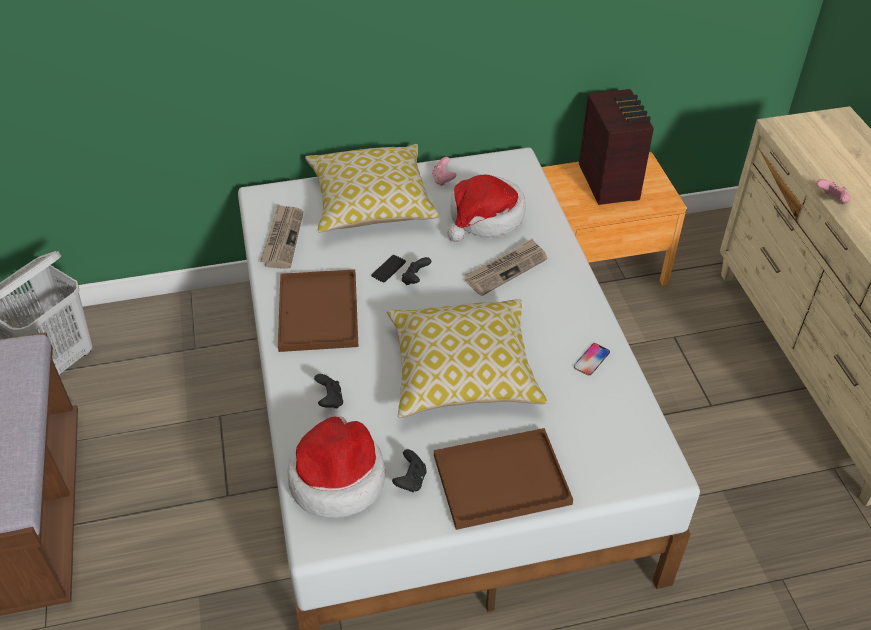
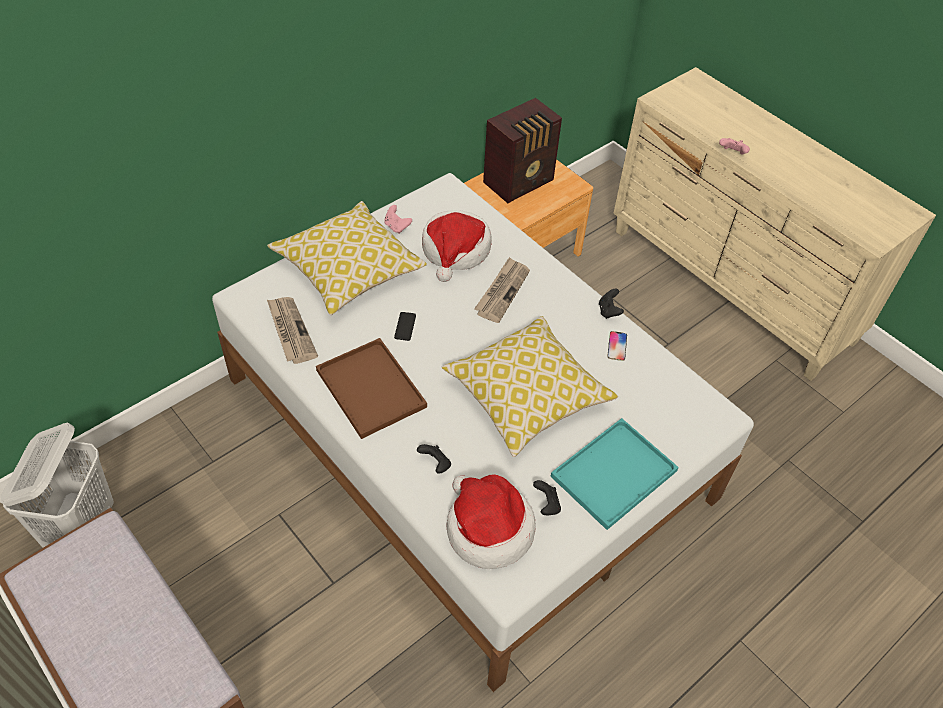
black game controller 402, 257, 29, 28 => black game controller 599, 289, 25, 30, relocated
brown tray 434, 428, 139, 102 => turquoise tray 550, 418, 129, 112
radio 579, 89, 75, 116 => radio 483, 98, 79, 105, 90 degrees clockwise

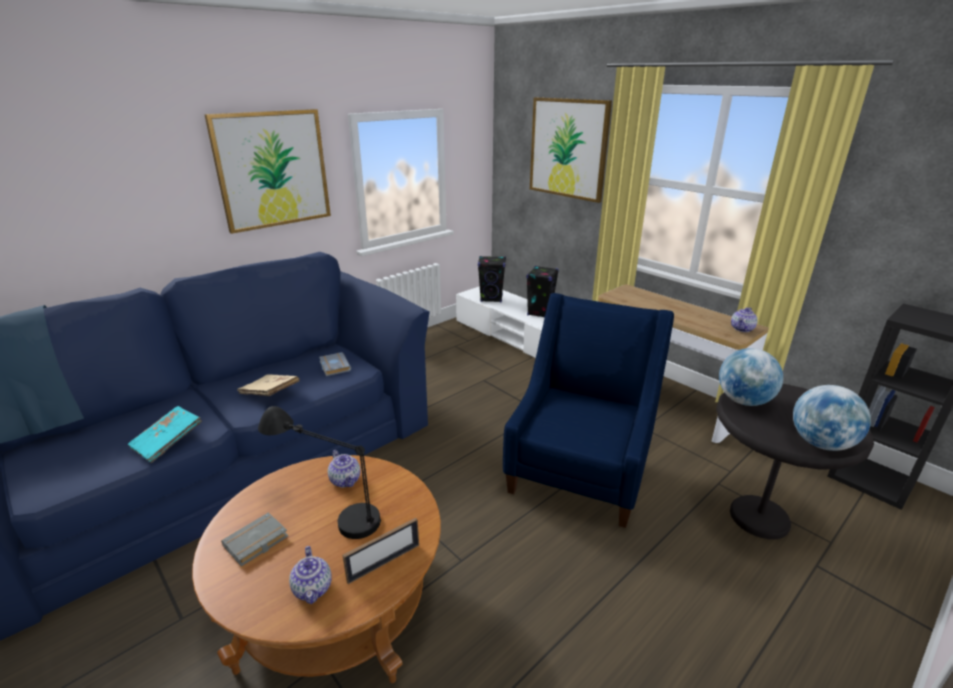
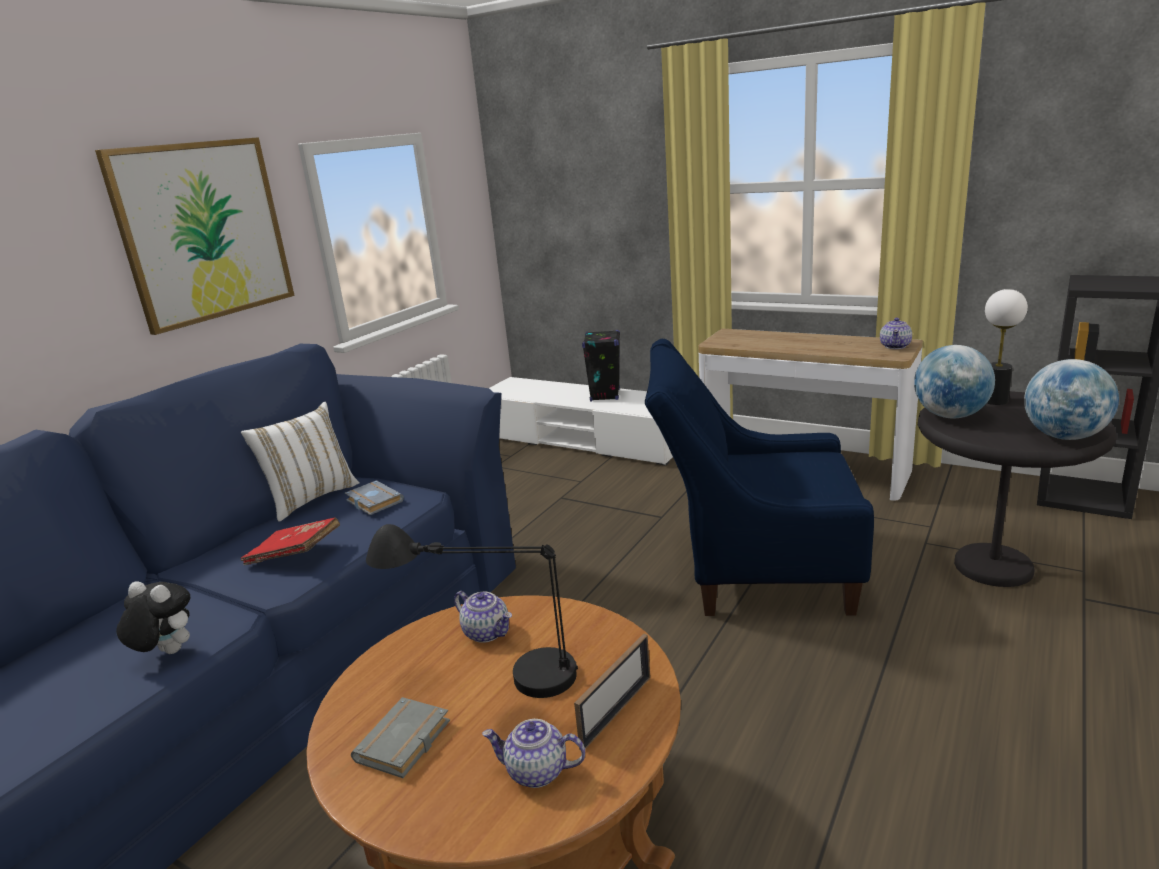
turquoise book 128, 406, 74, 57 => plush toy 116, 582, 75, 72
beige book 237, 375, 63, 21 => red book 241, 518, 99, 47
teapot 289, 546, 43, 58 => teapot 482, 719, 103, 69, 135 degrees clockwise
black speaker 478, 256, 28, 46 => nothing
blue armchair 503, 293, 171, 235 => blue armchair 645, 339, 229, 277, 90 degrees counterclockwise
picture 530, 97, 82, 106 => nothing
nothing => white pillow 241, 402, 118, 119
nothing => table lamp 985, 289, 43, 116

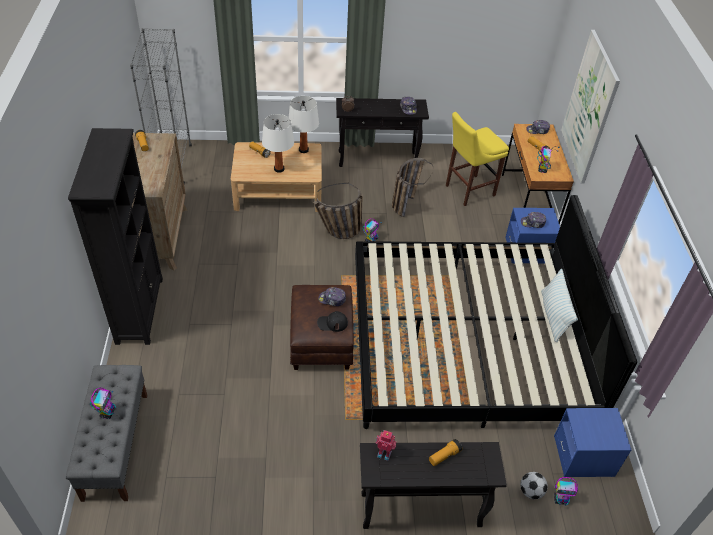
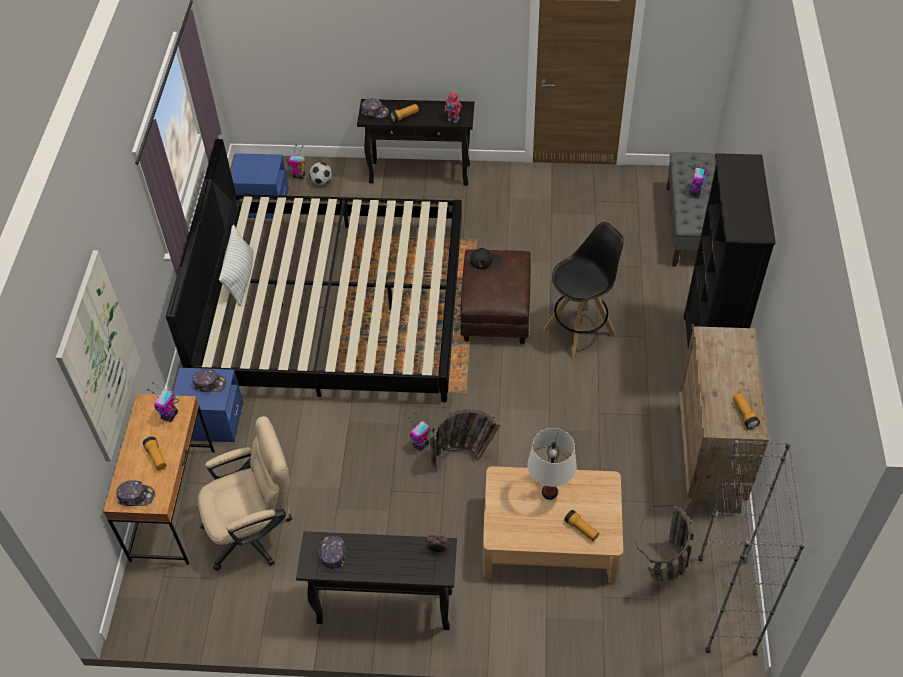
white table lamp 289, 96, 30, 57 => nothing
cap 318, 287, 28, 19 => cap 361, 98, 28, 20, relocated
basket 392, 158, 41, 59 => basket 636, 505, 58, 76, relocated
yellow stool 446, 112, 63, 94 => beige office chair 198, 416, 94, 155
nothing => black stool 543, 222, 81, 138

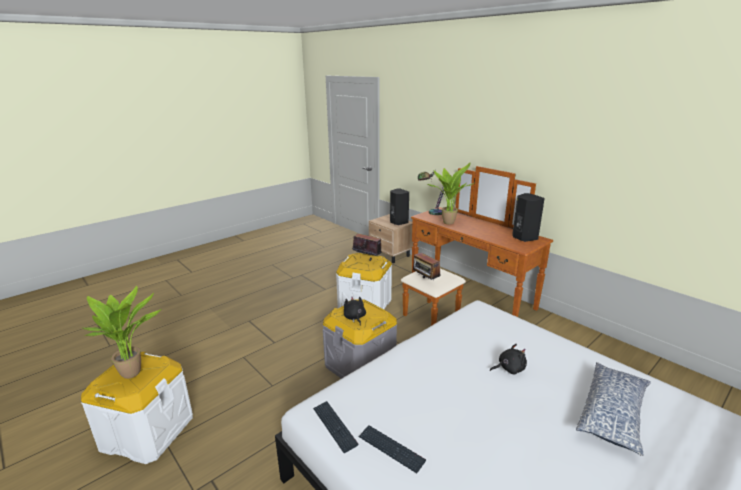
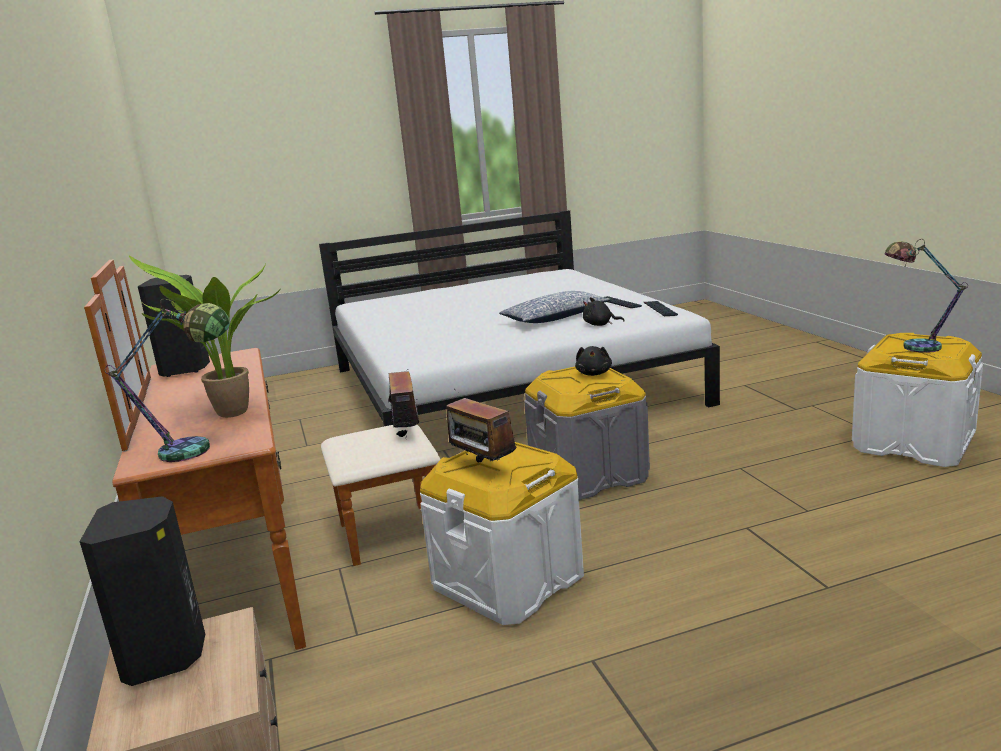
potted plant 81, 286, 80, 93 => table lamp 885, 239, 83, 114
black plush toy 490, 344, 37, 31 => black plush toy 583, 297, 42, 29, relocated
pillow 576, 362, 75, 94 => pillow 499, 291, 112, 32, relocated

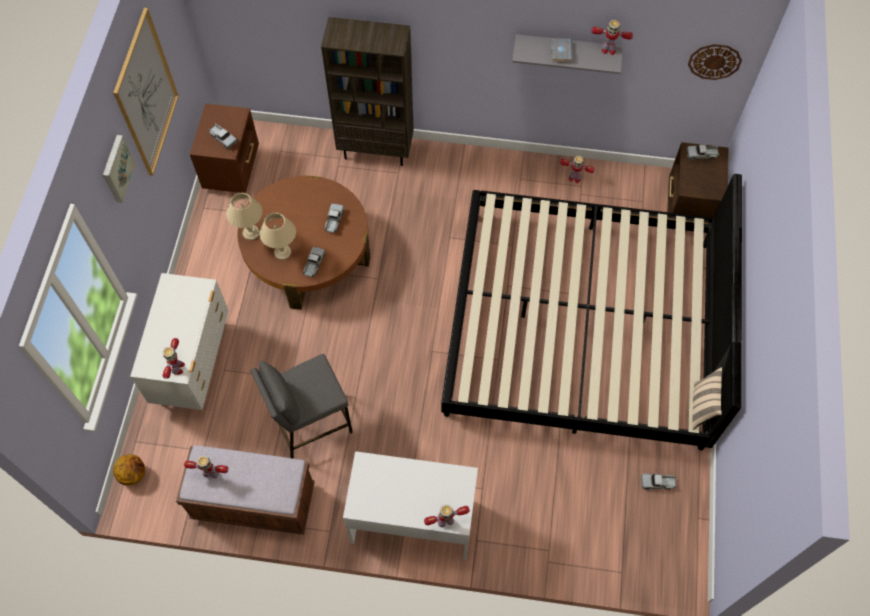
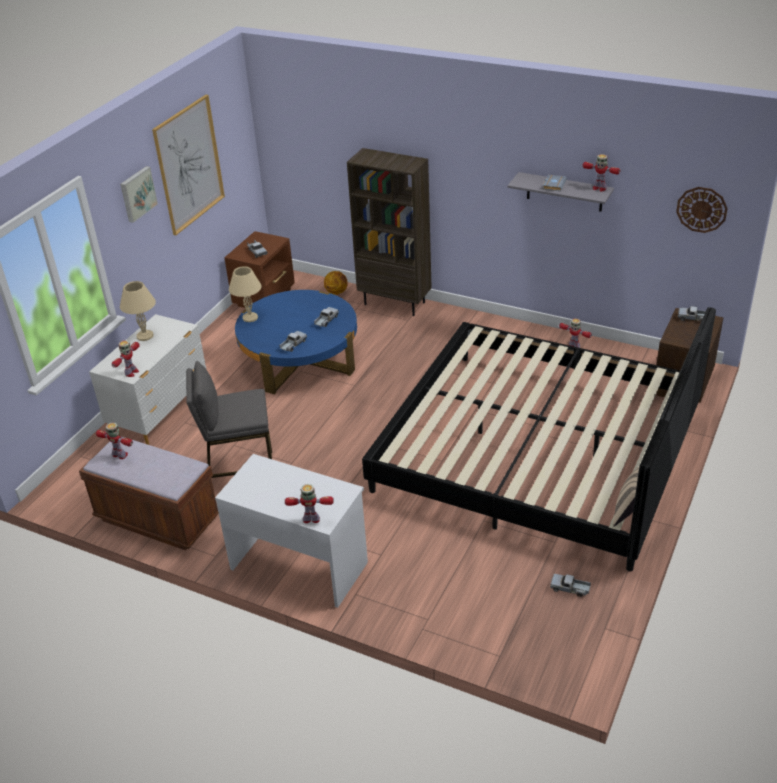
basketball 113, 454, 32, 32 => basketball 324, 271, 24, 24, relocated
brown coffee table 237, 176, 133, 134 => blue coffee table 235, 290, 122, 104
beige table lamp 259, 212, 37, 48 => beige table lamp 120, 281, 36, 60, relocated

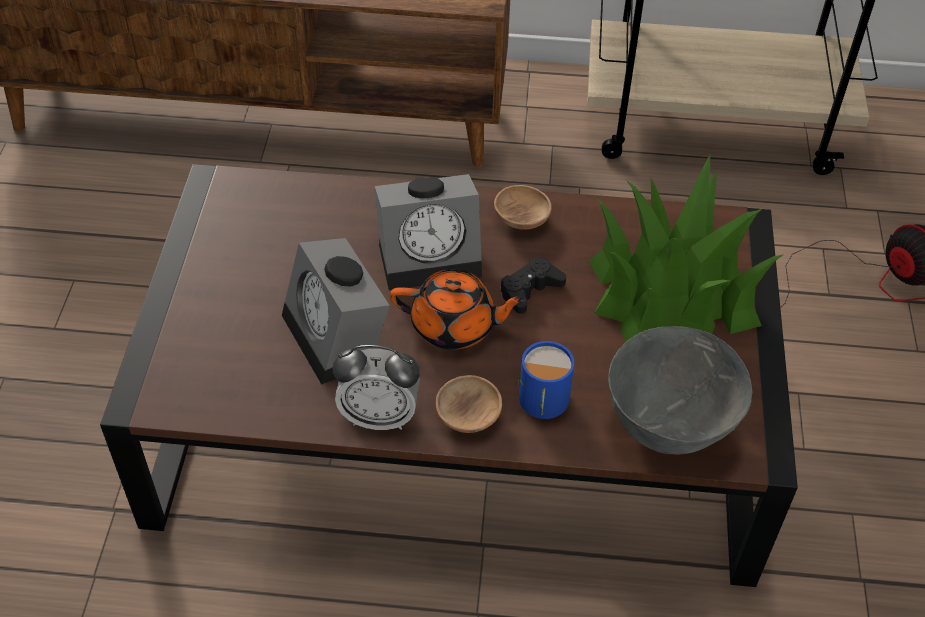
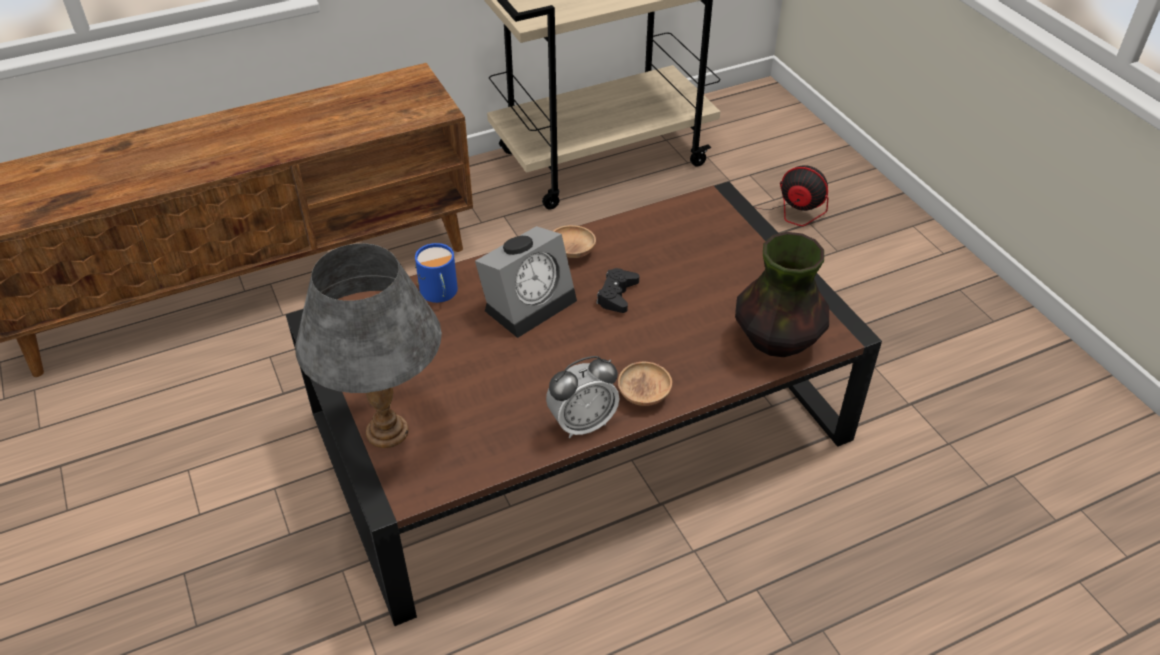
alarm clock 282, 238, 108, 147 => nothing
orange teapot 390, 269, 137, 81 => nothing
blue mug 518, 341, 56, 78 => blue mug 415, 243, 43, 60, relocated
potted plant 589, 155, 194, 187 => nothing
grey bowl 608, 326, 144, 128 => vase 735, 232, 94, 125
nothing => grey table lamp 295, 243, 147, 205

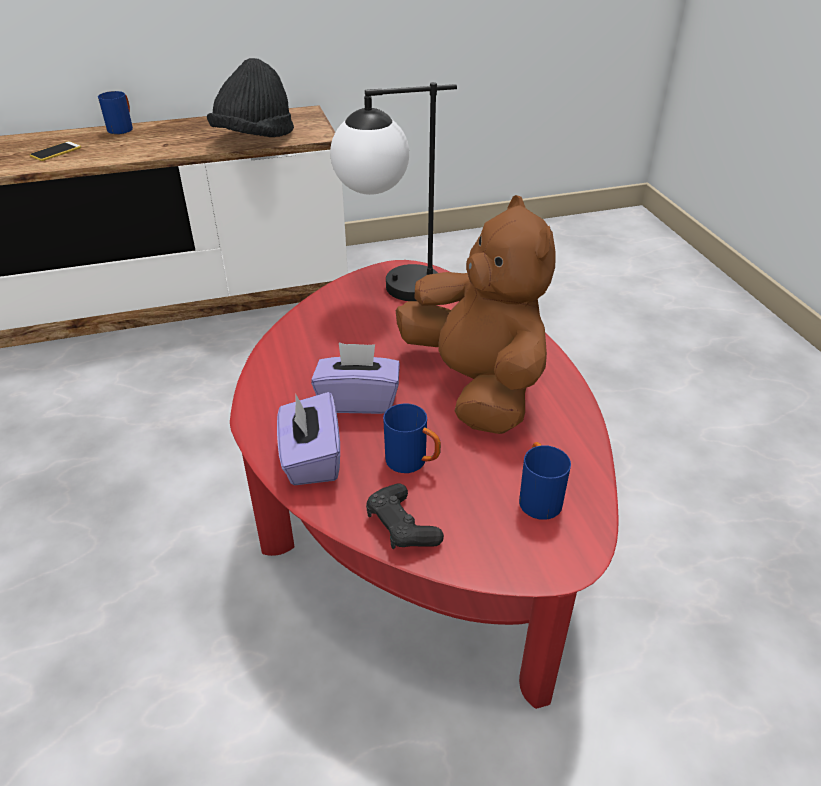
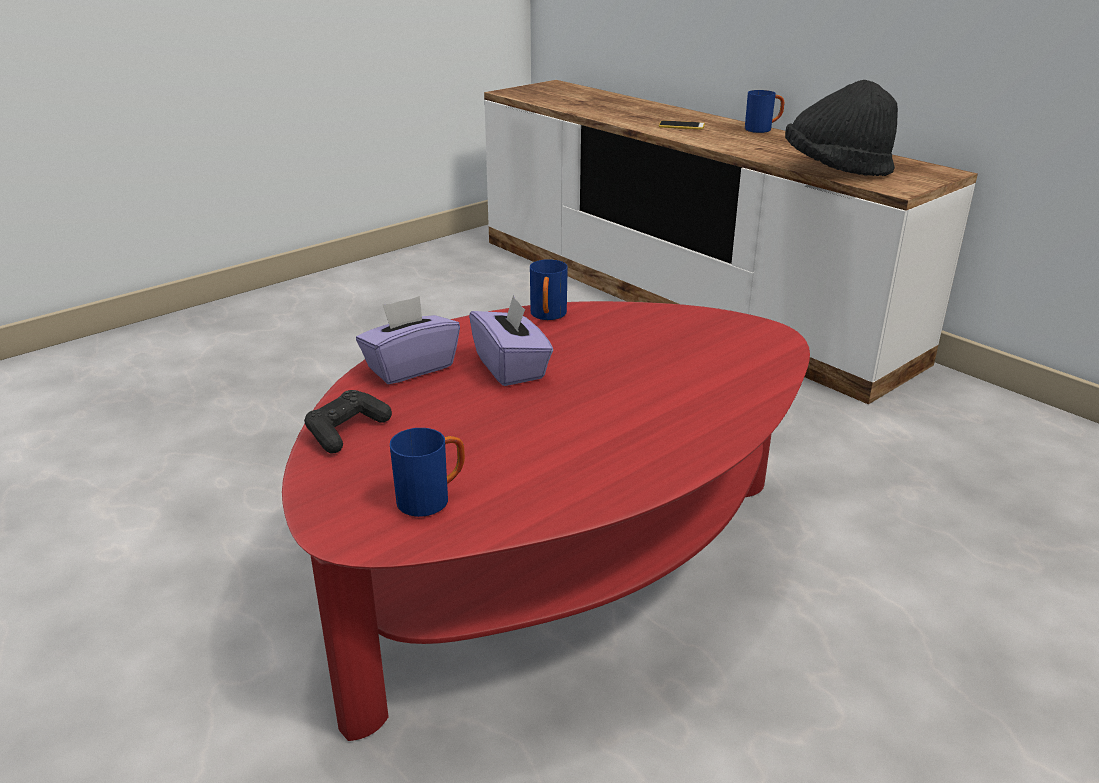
table lamp 330, 82, 127, 219 => nothing
blue mug 383, 404, 58, 69 => blue mug 530, 259, 38, 61, relocated
brown plush toy 396, 195, 160, 239 => nothing

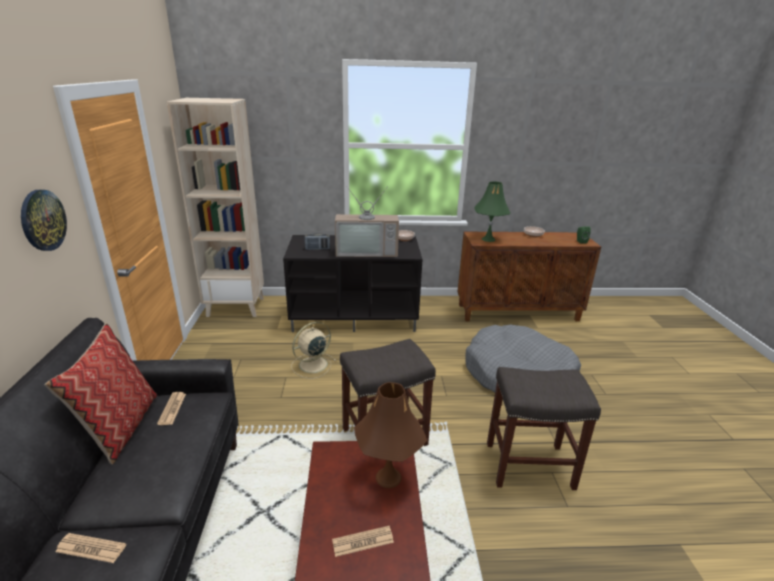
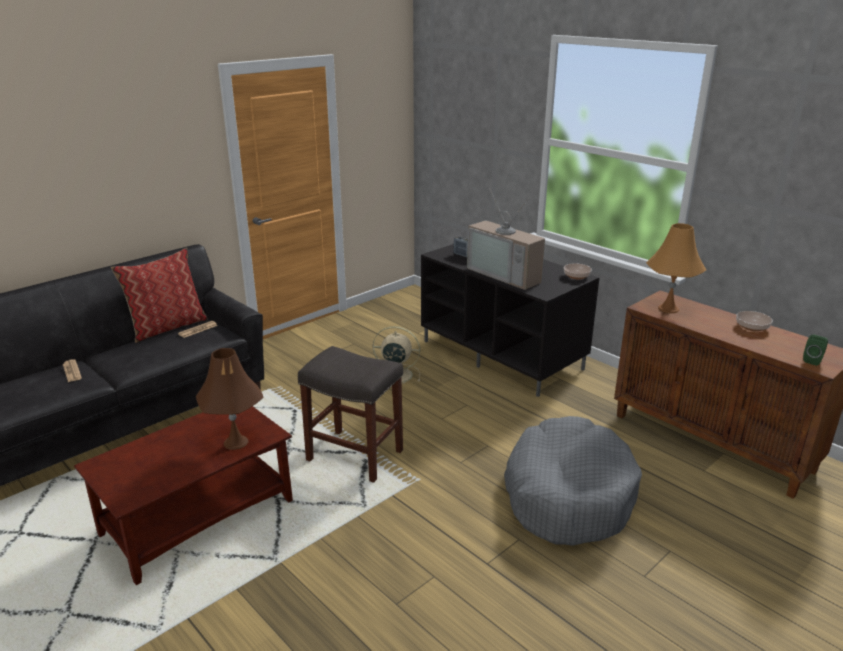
wall clock 21, 190, 46, 61 => nothing
beige bookcase 167, 98, 97, 219 => nothing
newspaper 332, 526, 62, 31 => nothing
green table lamp 474, 181, 37, 61 => orange table lamp 646, 223, 60, 90
grey stool 487, 367, 114, 123 => nothing

